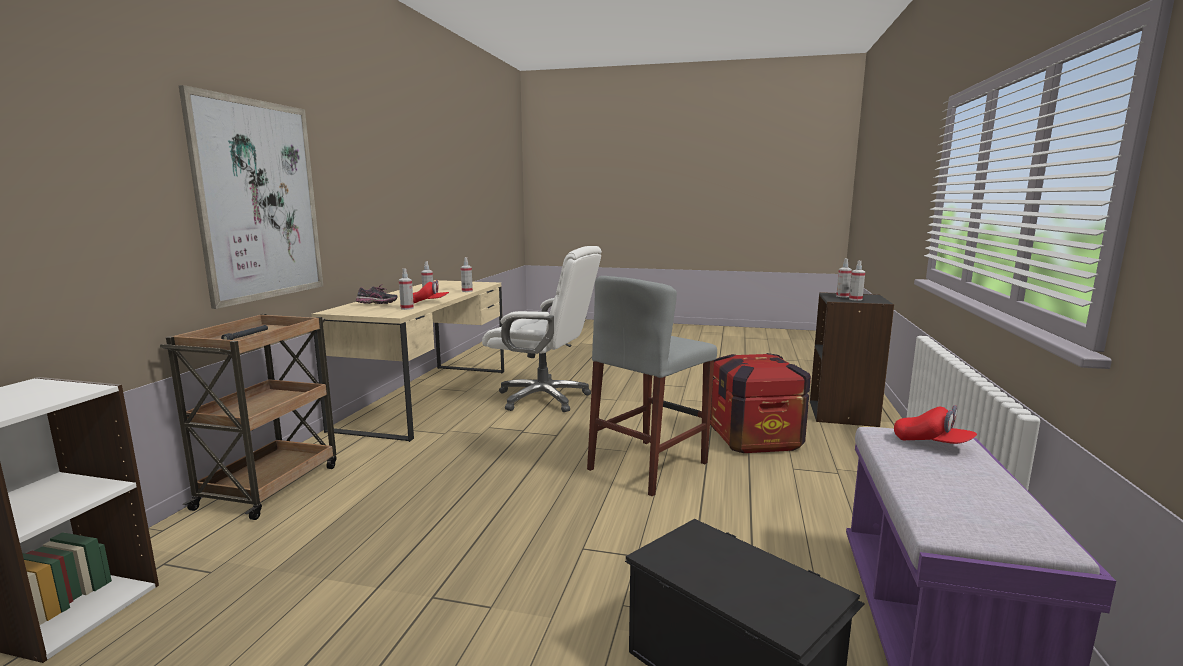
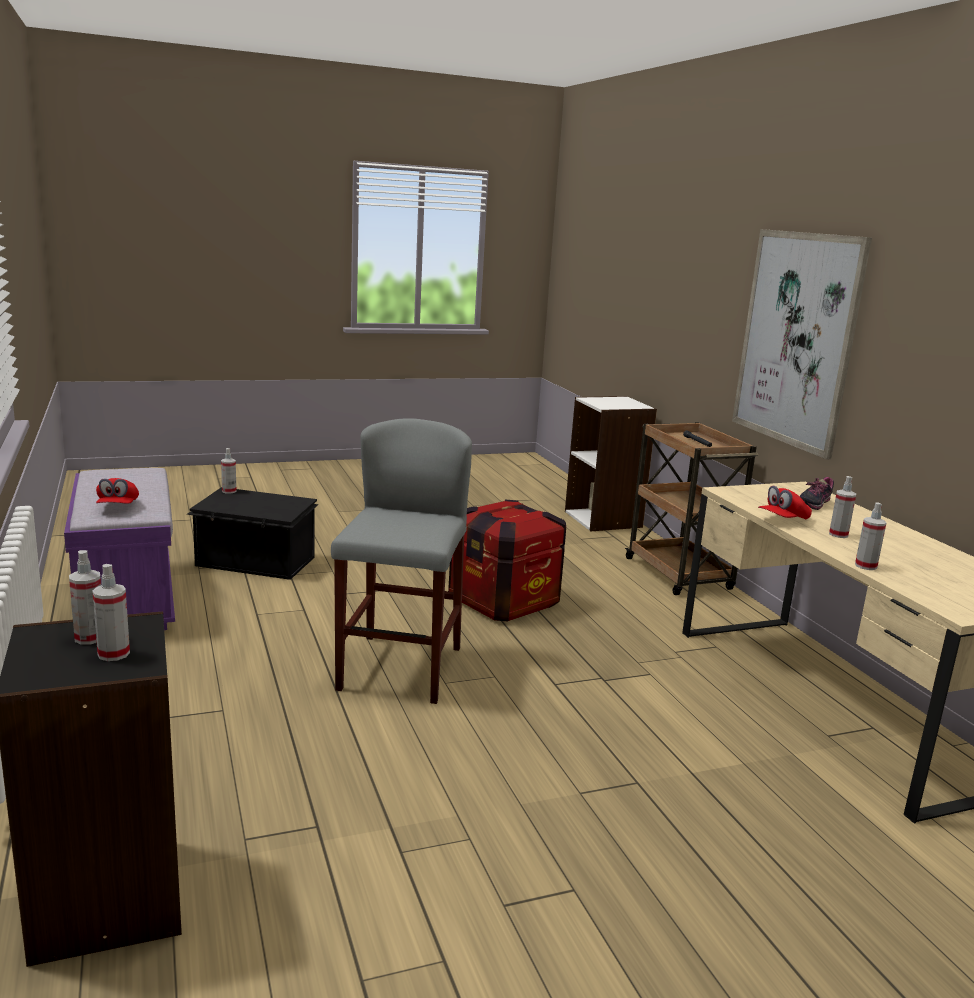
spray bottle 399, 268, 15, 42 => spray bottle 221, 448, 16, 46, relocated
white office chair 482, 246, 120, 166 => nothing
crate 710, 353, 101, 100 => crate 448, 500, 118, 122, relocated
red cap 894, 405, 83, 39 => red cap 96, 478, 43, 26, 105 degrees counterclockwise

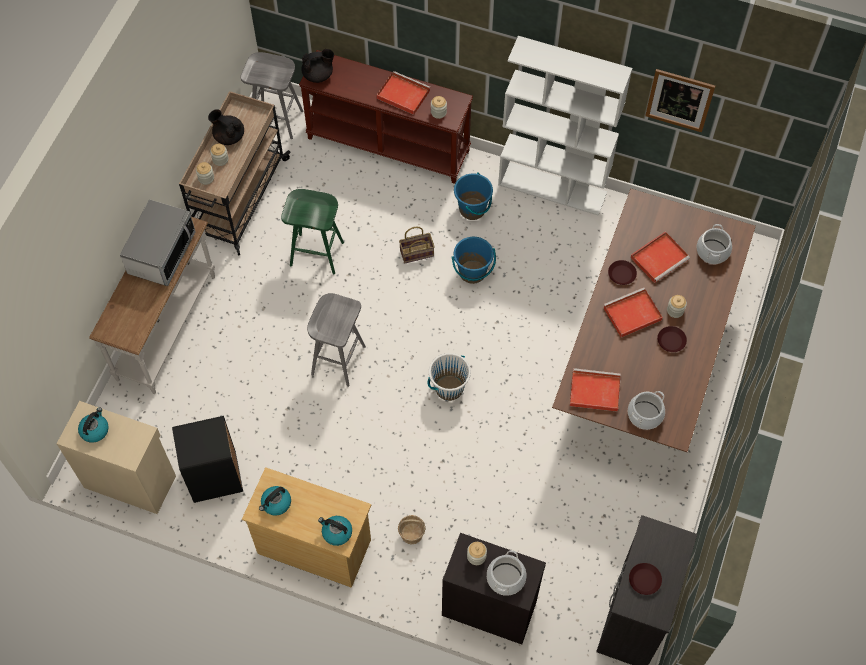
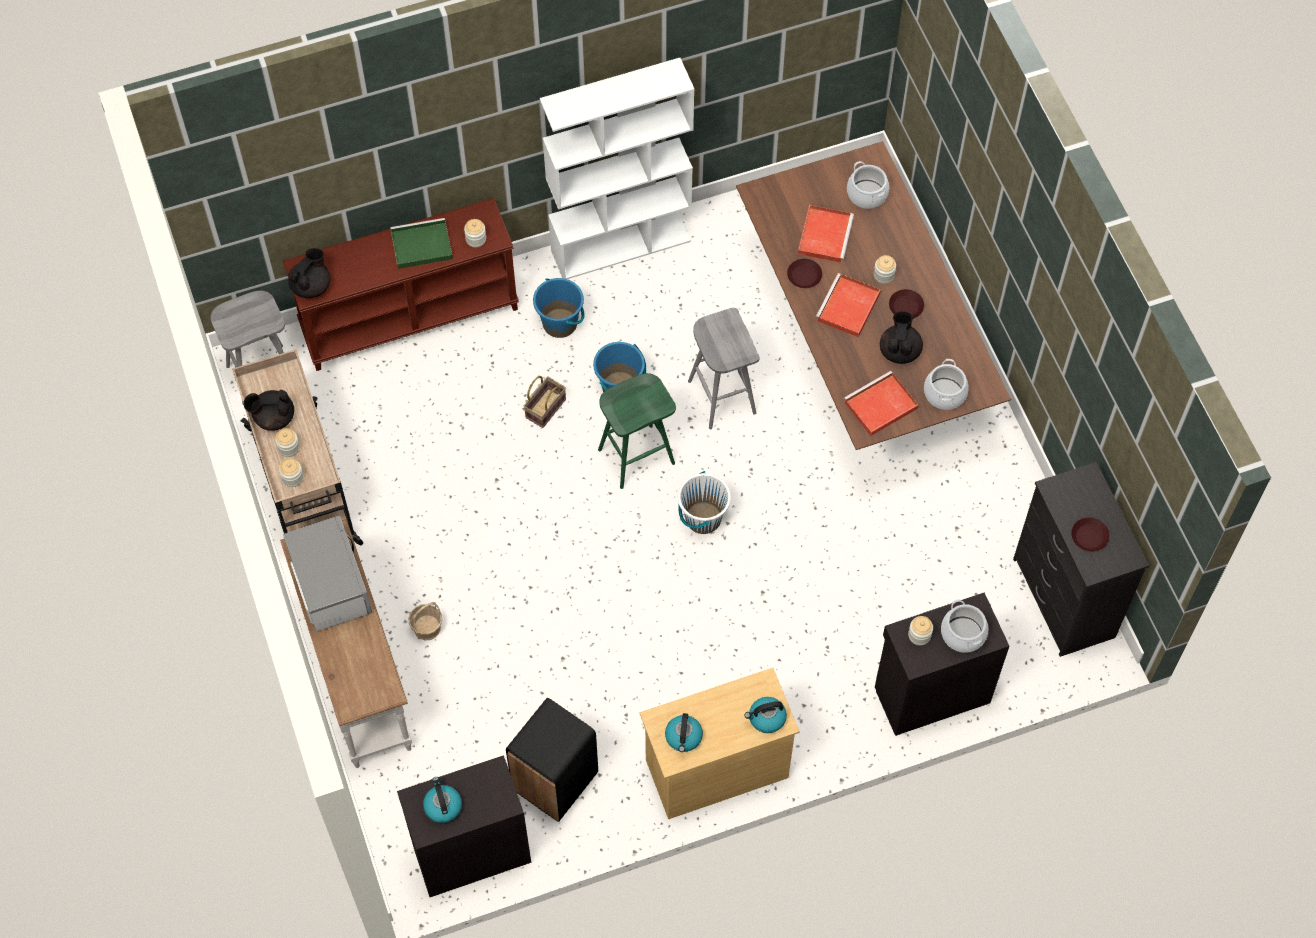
beige cabinet 57, 401, 119, 113 => black cabinet 397, 755, 134, 142
green stool 281, 189, 63, 85 => green stool 598, 373, 78, 116, relocated
grey stool 307, 293, 59, 94 => grey stool 688, 308, 72, 121, relocated
red tray 377, 71, 54, 44 => green tray 390, 218, 63, 51
basket 398, 515, 28, 30 => basket 409, 602, 33, 38, relocated
picture 645, 69, 70, 63 => nothing
nothing => black teapot 880, 311, 43, 53

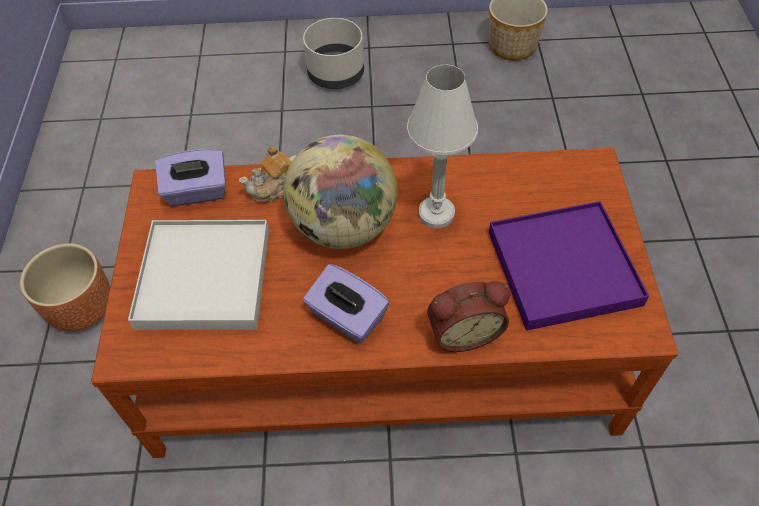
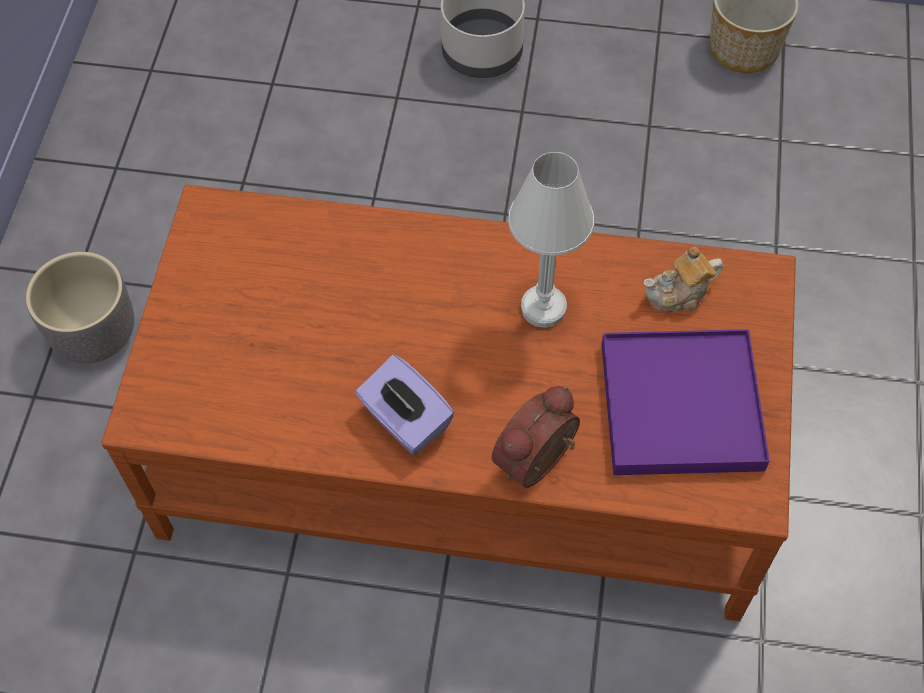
brown planter 20, 243, 90, 88 => grey planter 26, 252, 108, 111
white tray 128, 220, 141, 110 => nothing
purple tissue box 155, 149, 71, 57 => nothing
teapot 239, 146, 57, 57 => teapot 643, 247, 80, 65, relocated
globe 283, 135, 115, 114 => nothing
alarm clock 427, 281, 83, 71 => alarm clock 492, 386, 88, 102, 135 degrees clockwise

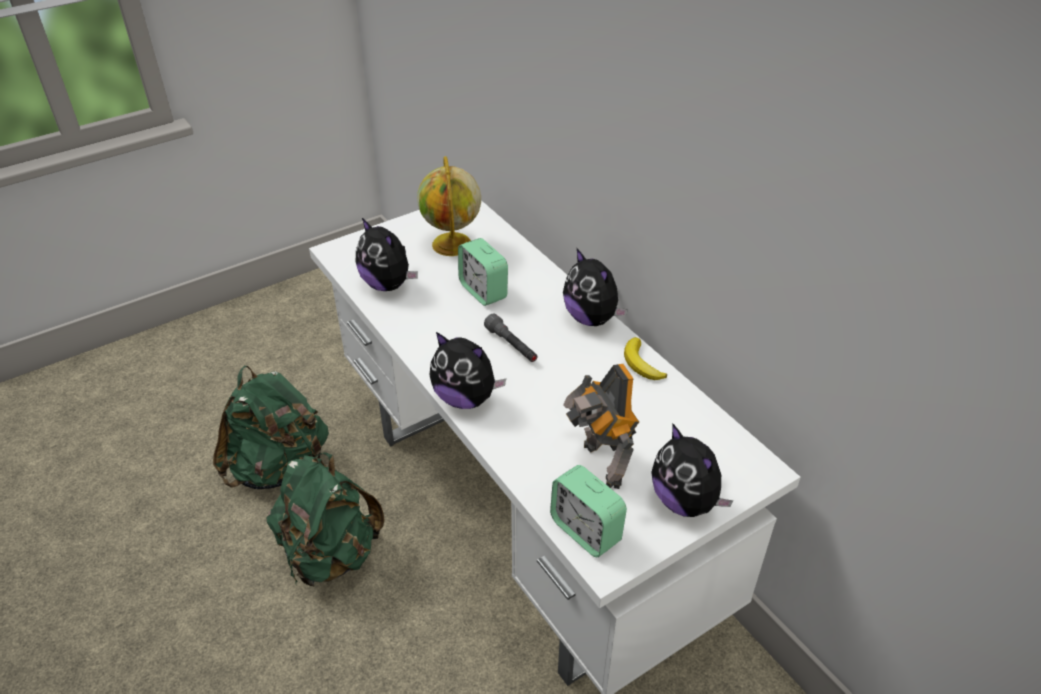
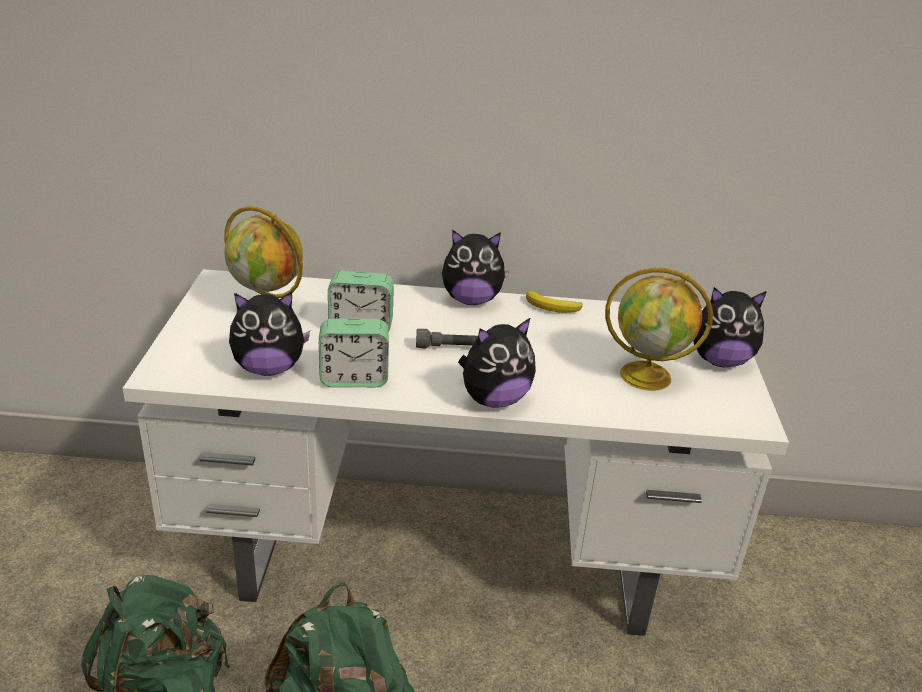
alarm clock 550, 465, 77, 92 => alarm clock 319, 319, 70, 68, relocated
toy robot 563, 364, 76, 125 => globe 605, 268, 108, 123

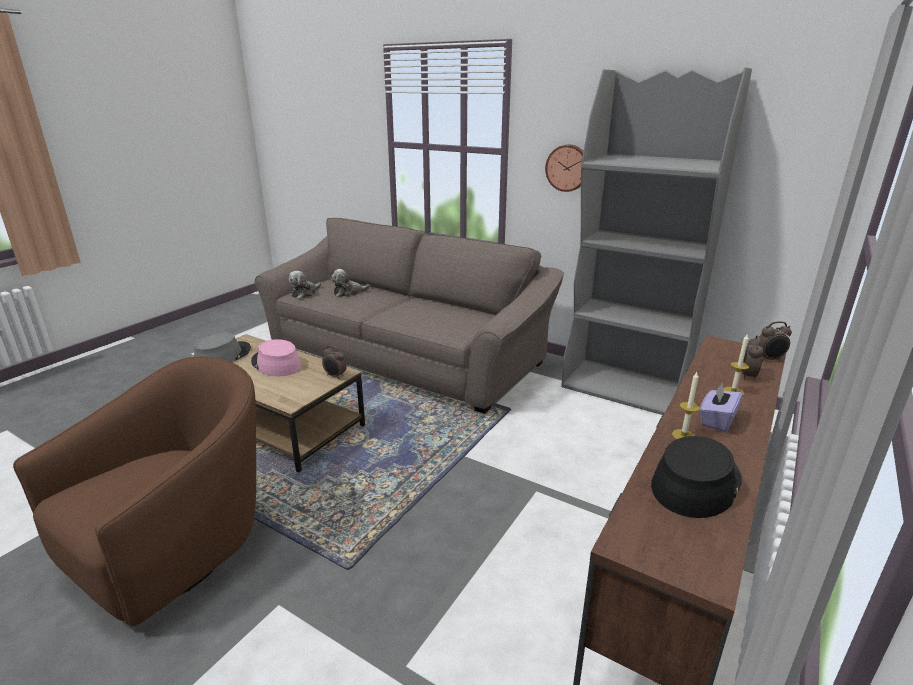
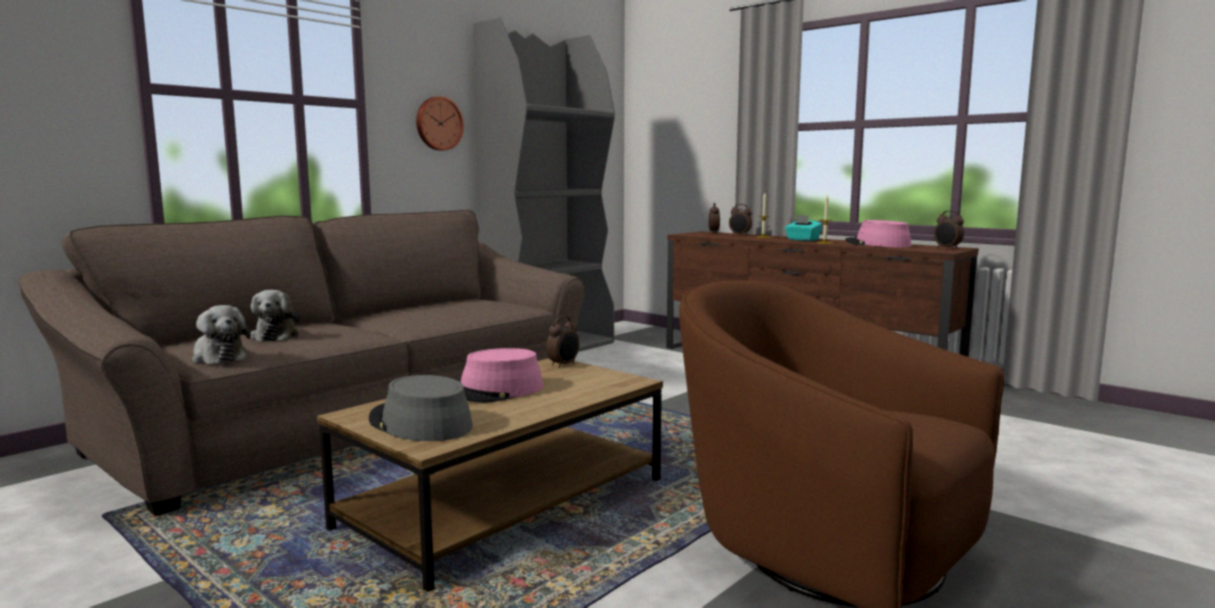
black hat 651, 436, 91, 82 => pink hat 845, 220, 67, 28
purple tissue box 700, 383, 42, 49 => turquoise tissue box 785, 215, 37, 26
nothing => alarm clock 934, 211, 30, 38

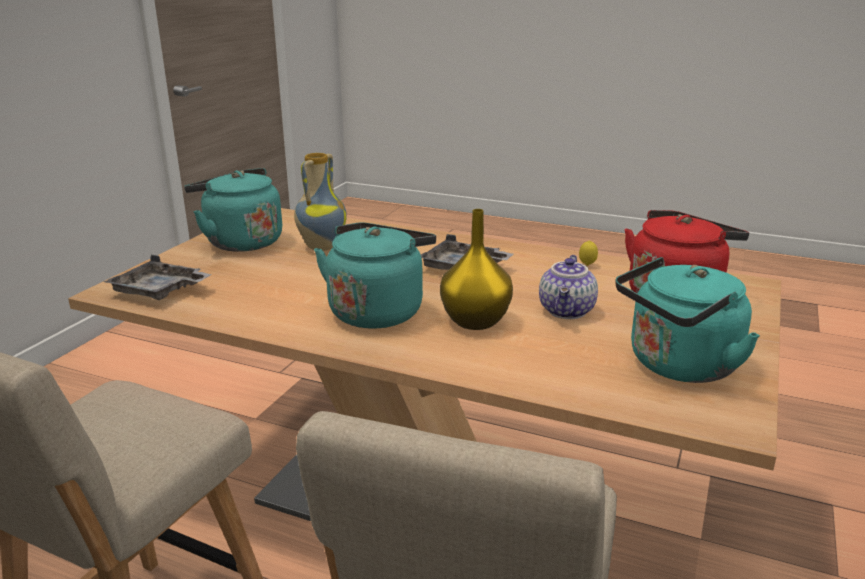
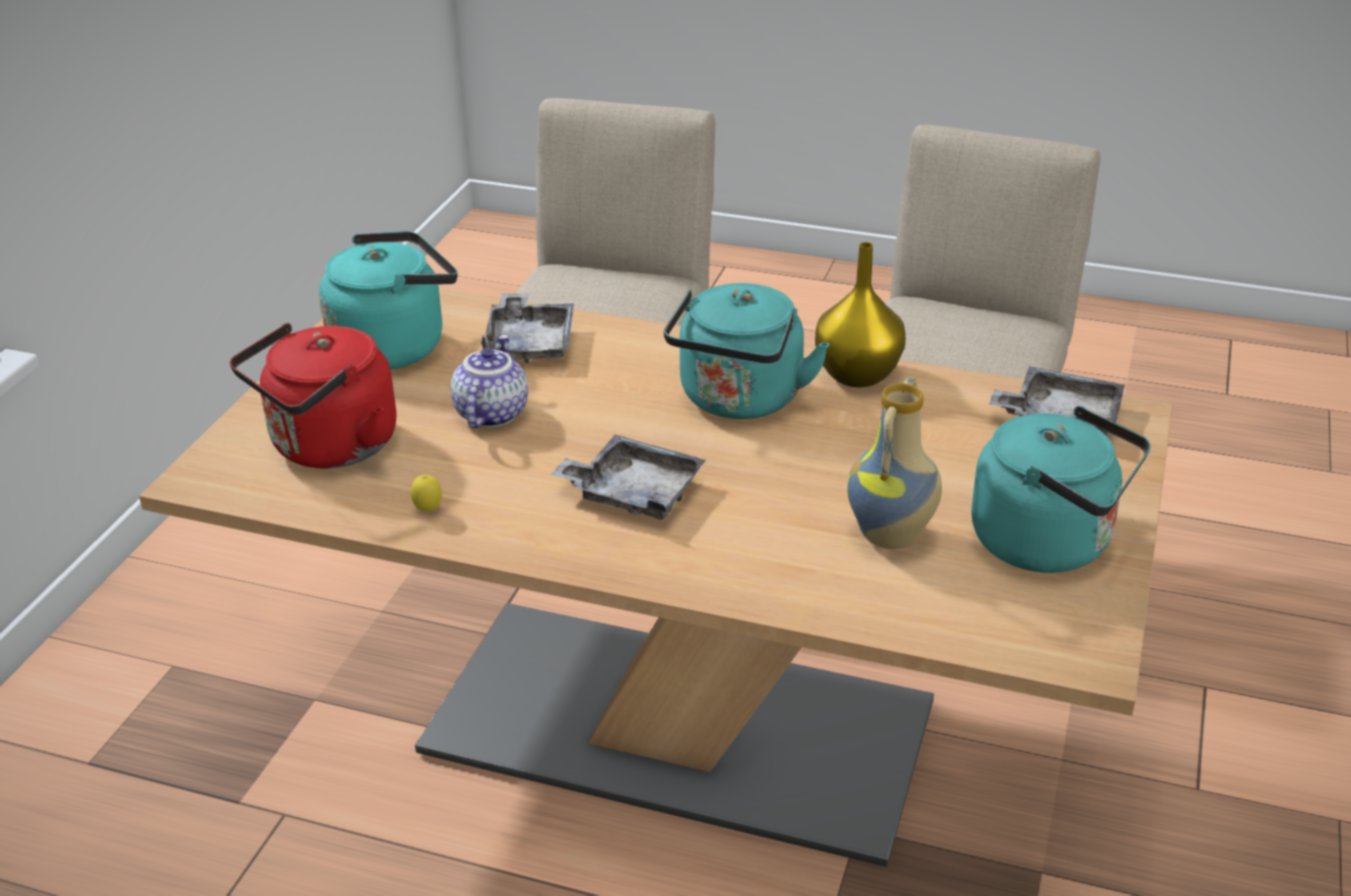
yellow vase 440, 209, 73, 121 => yellow vase 815, 242, 91, 146, relocated
nothing => grey tray 481, 293, 93, 70

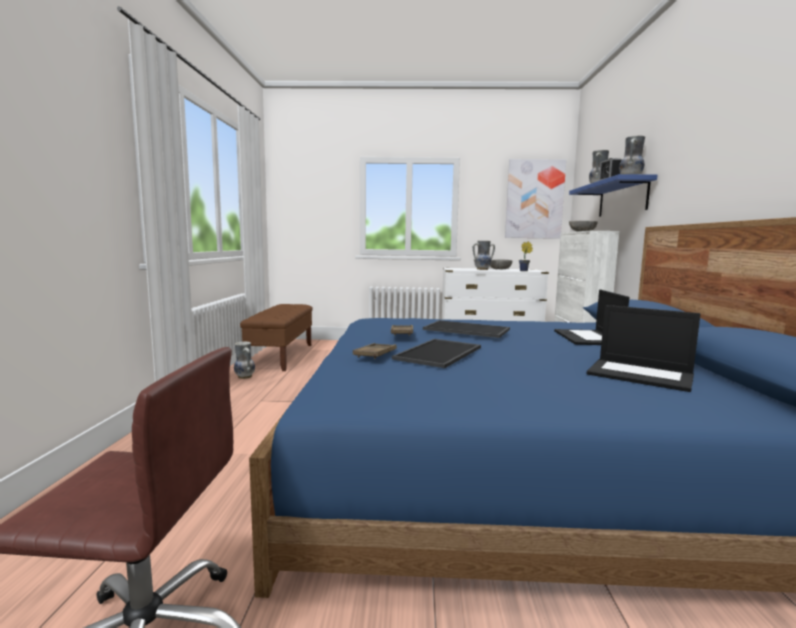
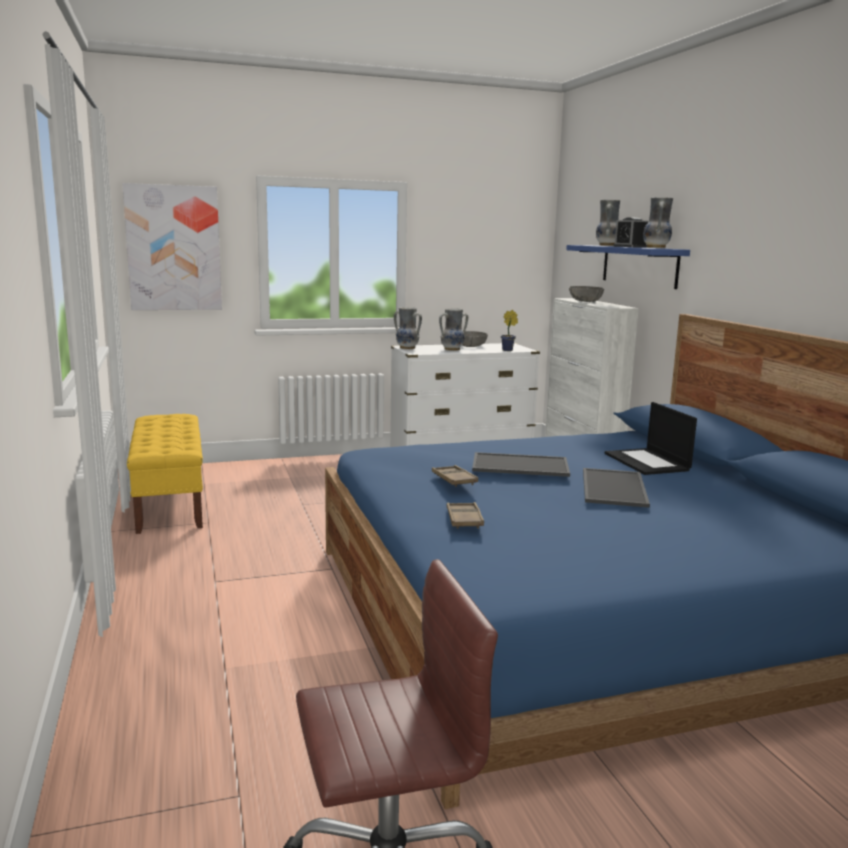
vase 234, 341, 21, 38 => vase 394, 307, 28, 42, relocated
brown bench 240, 304, 73, 67 => yellow bench 127, 414, 76, 120
tray 392, 339, 89, 29 => tray 583, 468, 67, 40, relocated
picture 505, 159, 61, 80 => picture 122, 183, 100, 127, relocated
laptop 586, 305, 115, 87 => nothing

